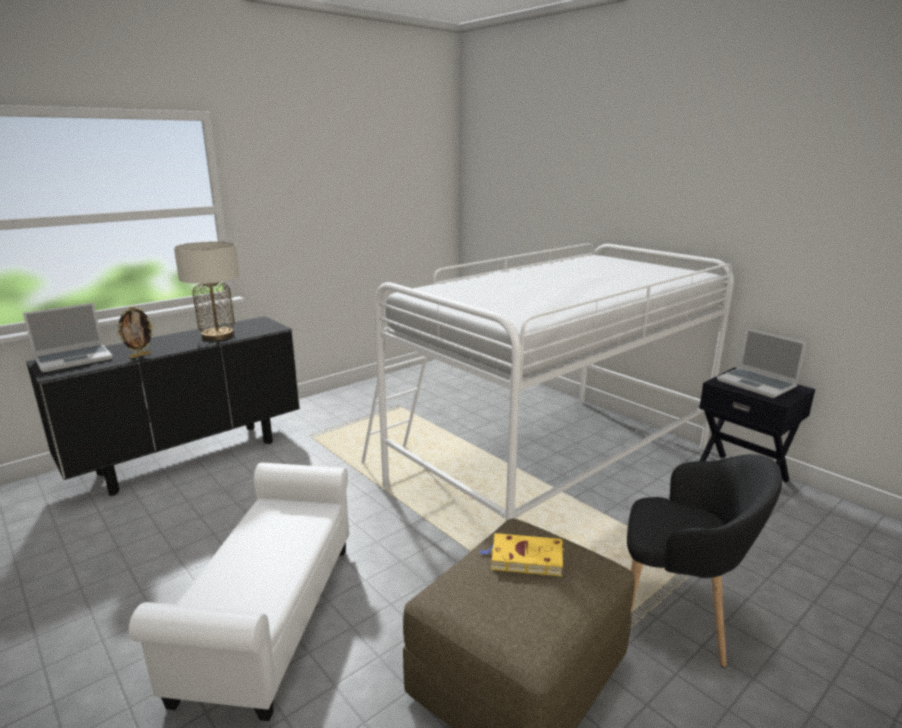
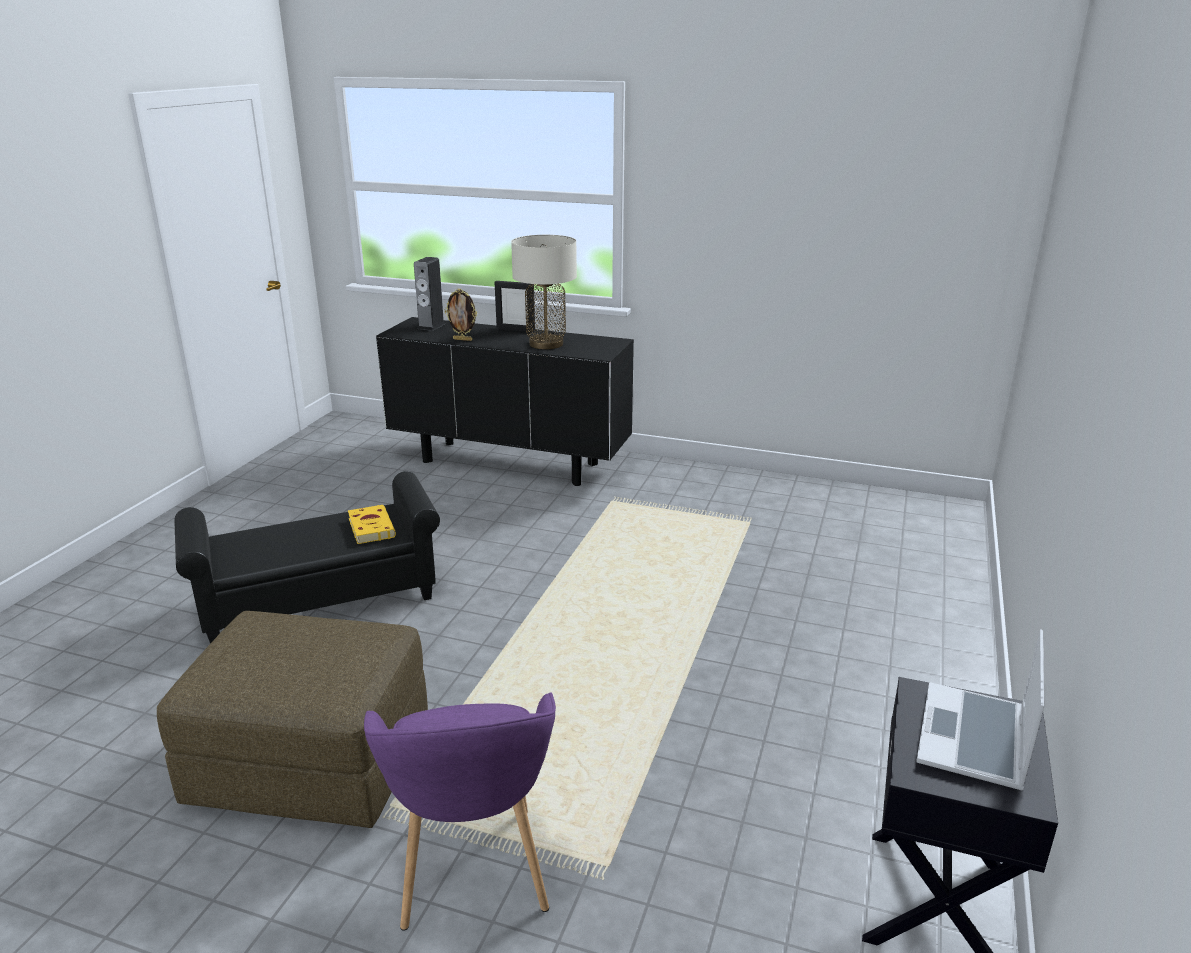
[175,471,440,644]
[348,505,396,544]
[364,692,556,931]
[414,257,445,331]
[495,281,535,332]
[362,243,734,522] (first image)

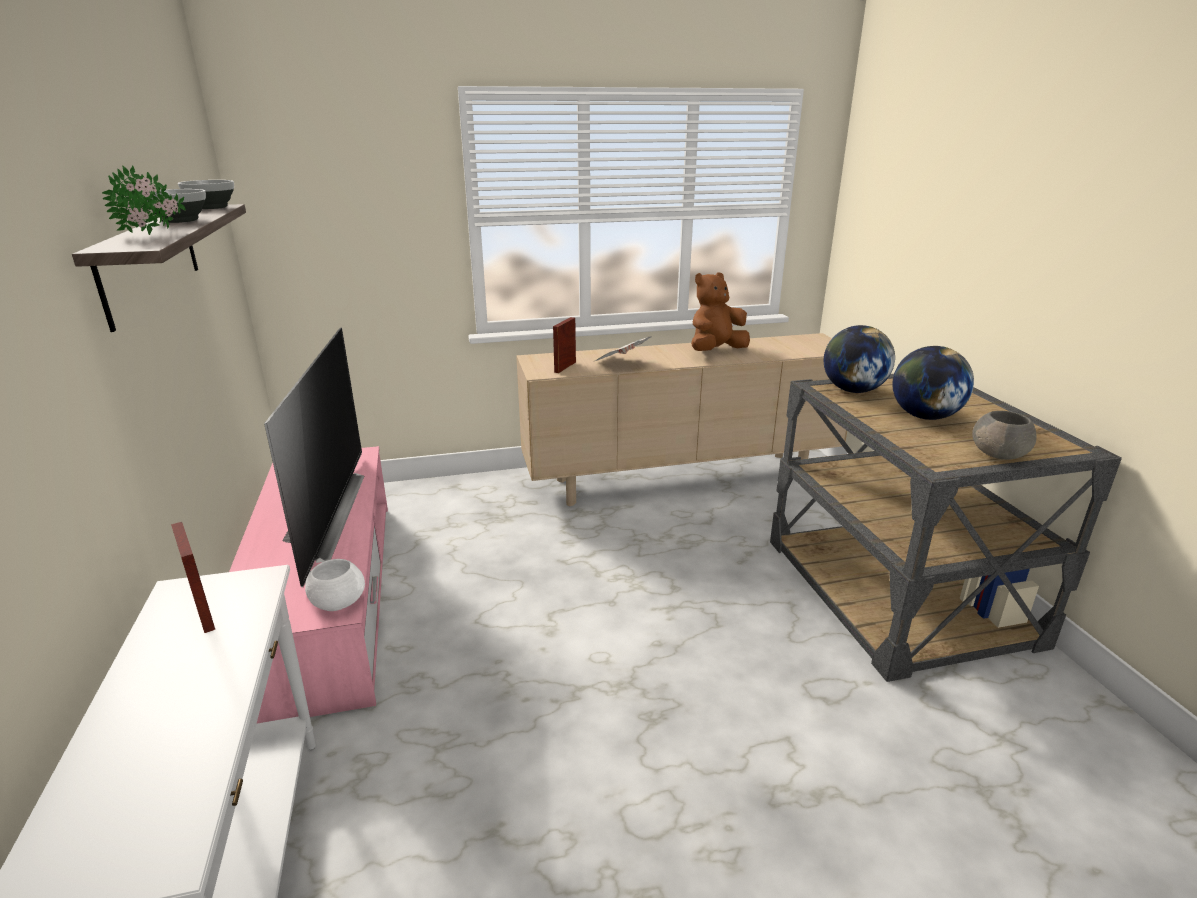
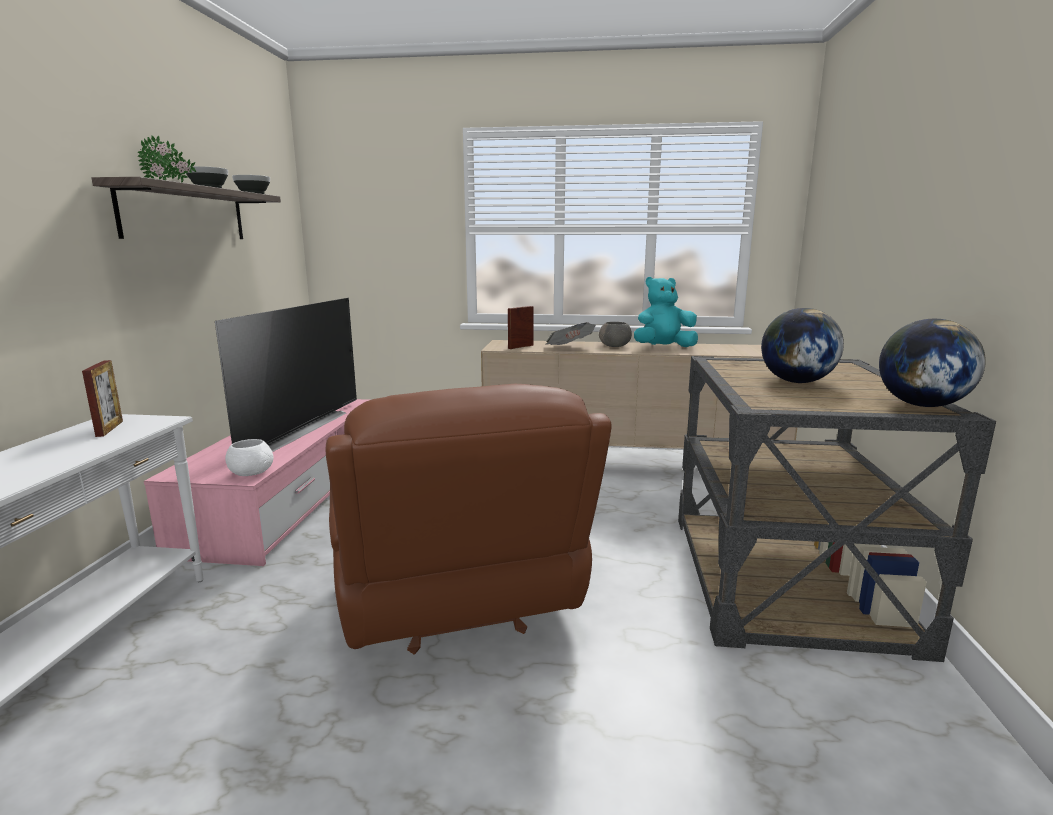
[325,384,612,654]
[599,322,632,347]
[634,277,698,347]
[879,319,986,407]

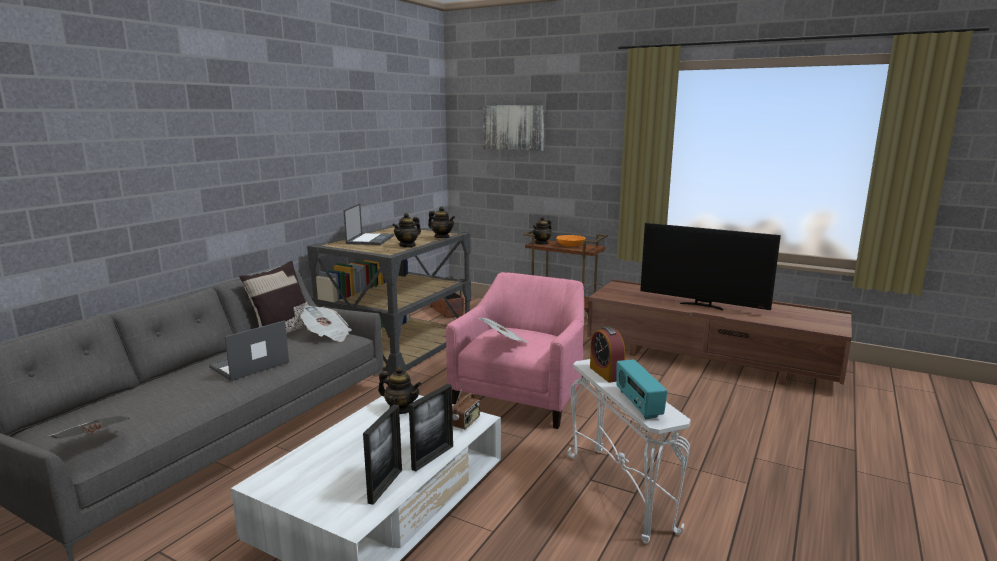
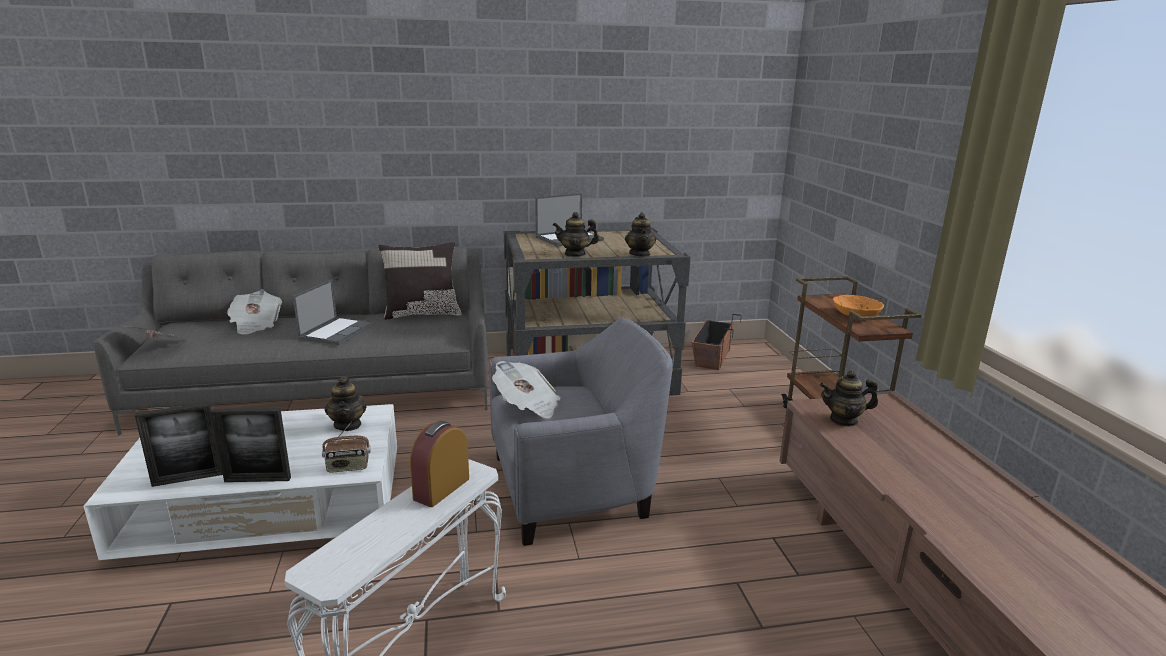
[227,289,282,335]
[293,279,375,345]
[489,317,673,546]
[820,370,878,427]
[483,105,544,151] (first image)
[616,359,668,419] (first image)
[640,223,781,311] (first image)

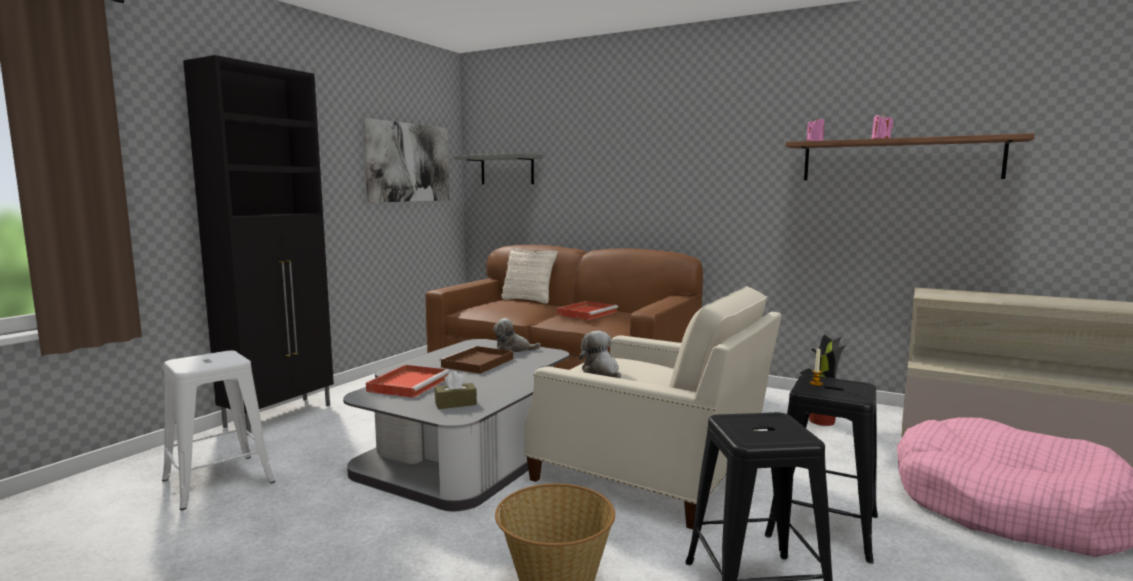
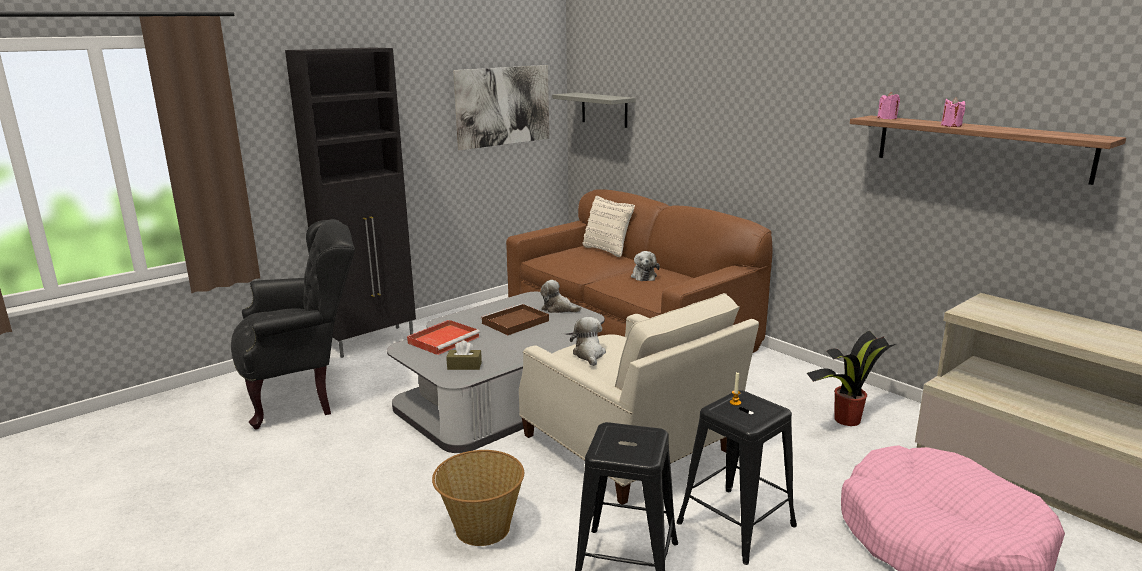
[231,219,355,430]
[631,251,660,281]

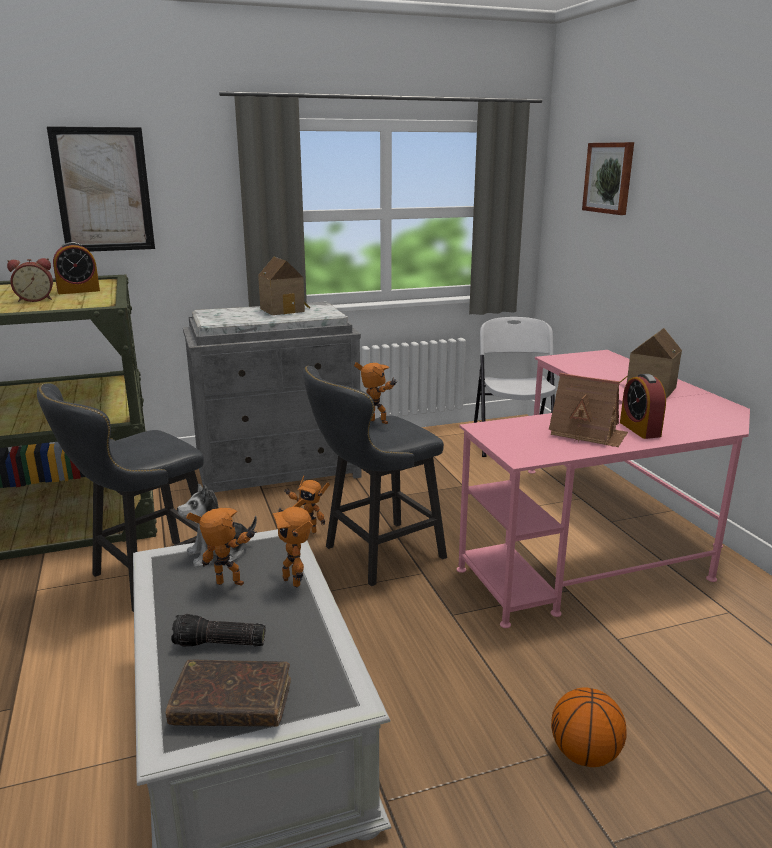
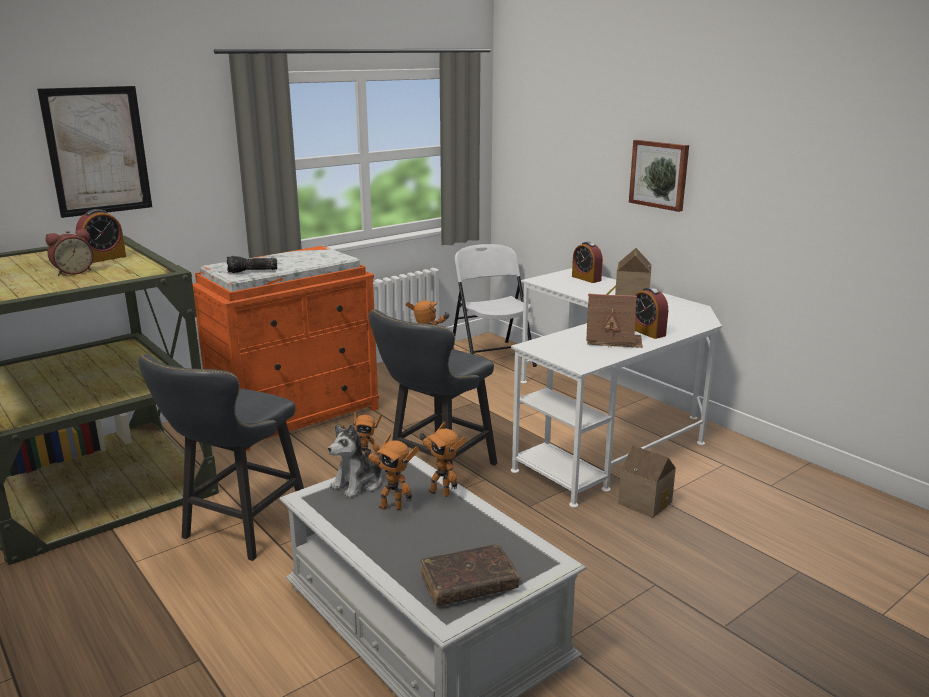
[193,246,379,451]
[227,256,277,273]
[363,433,420,510]
[511,268,722,508]
[572,242,603,283]
[618,445,676,518]
[629,140,689,212]
[551,688,627,767] (first image)

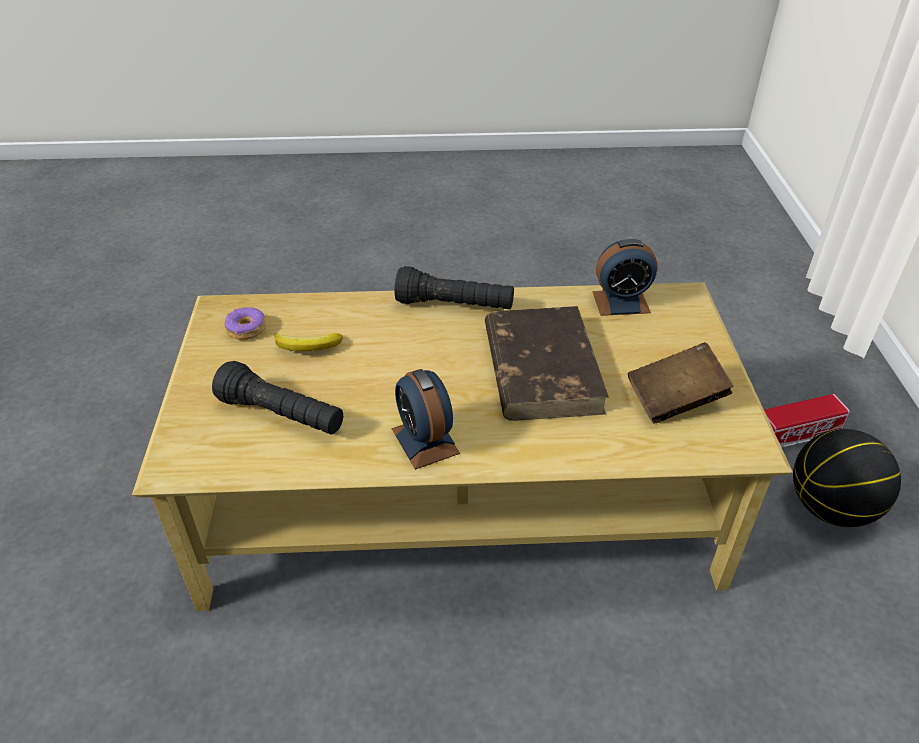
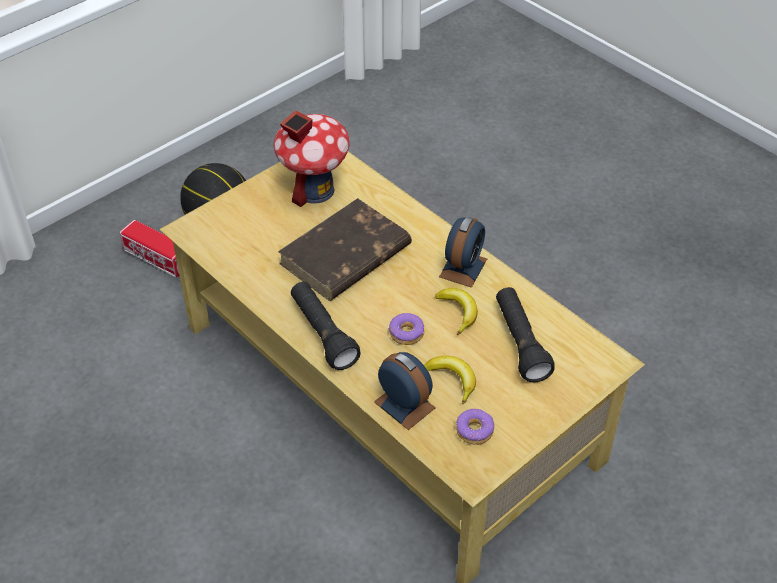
[274,110,350,207]
[374,352,436,430]
[389,313,425,345]
[435,288,478,335]

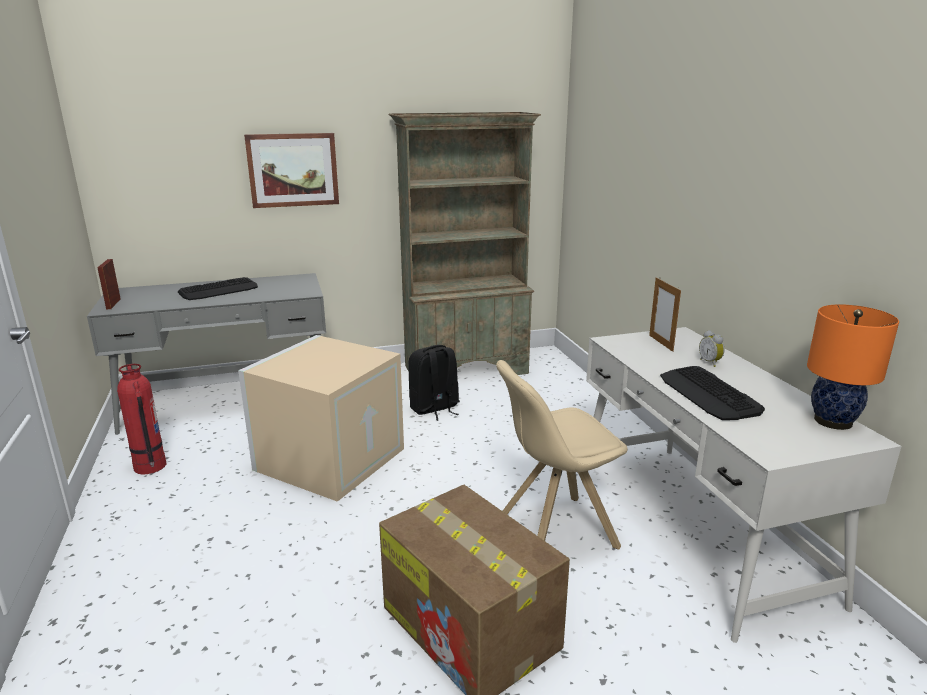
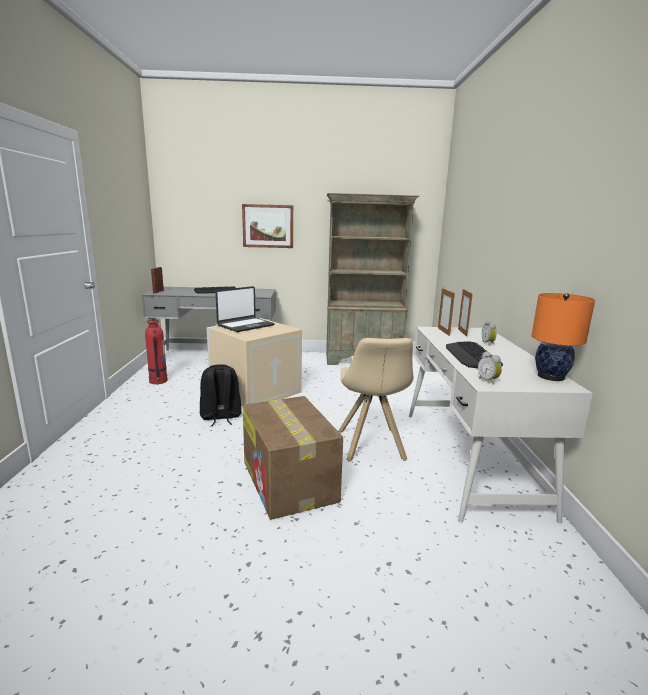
[200,364,242,426]
[215,286,275,332]
[338,338,413,462]
[438,287,455,336]
[478,351,502,385]

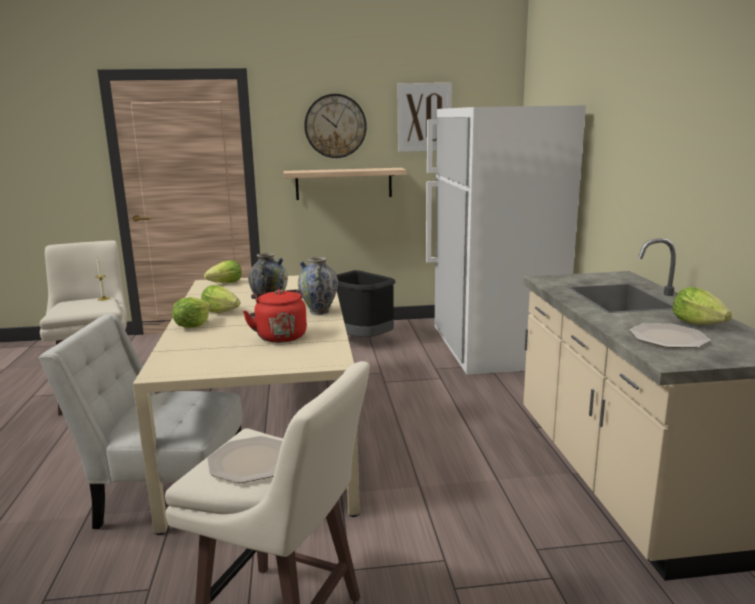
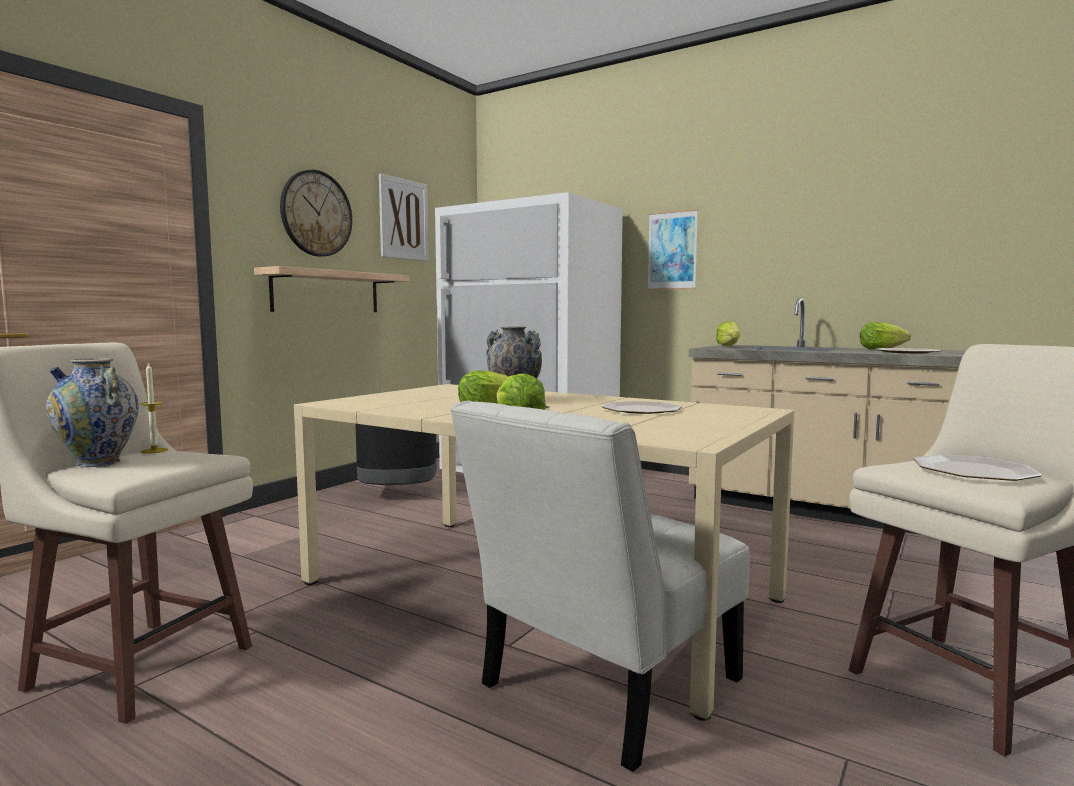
[46,358,139,468]
[602,401,682,414]
[647,209,698,290]
[716,321,741,346]

